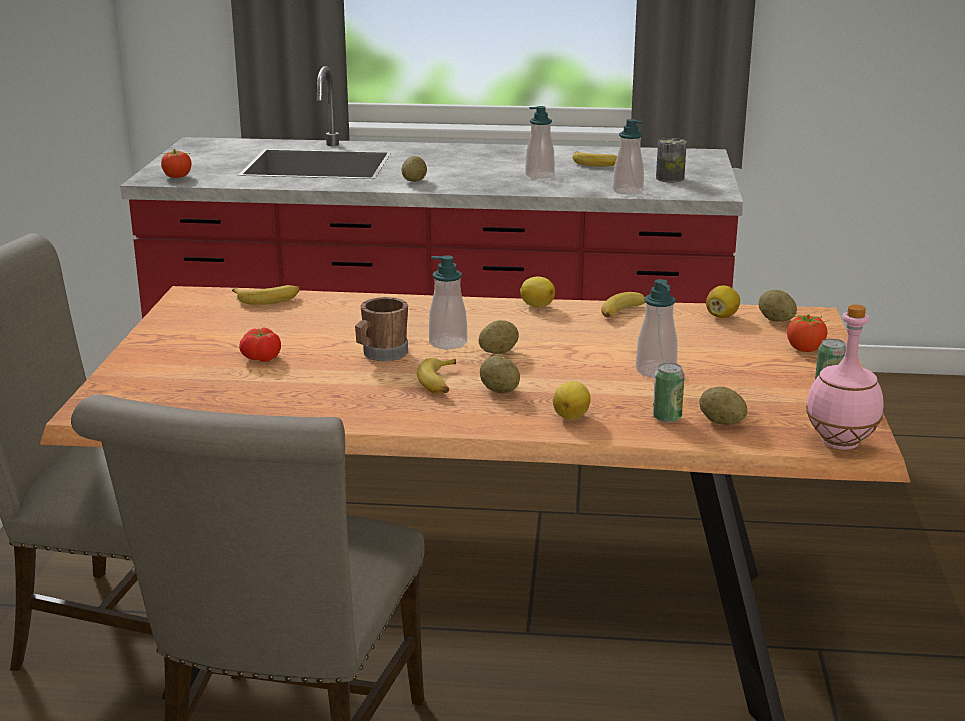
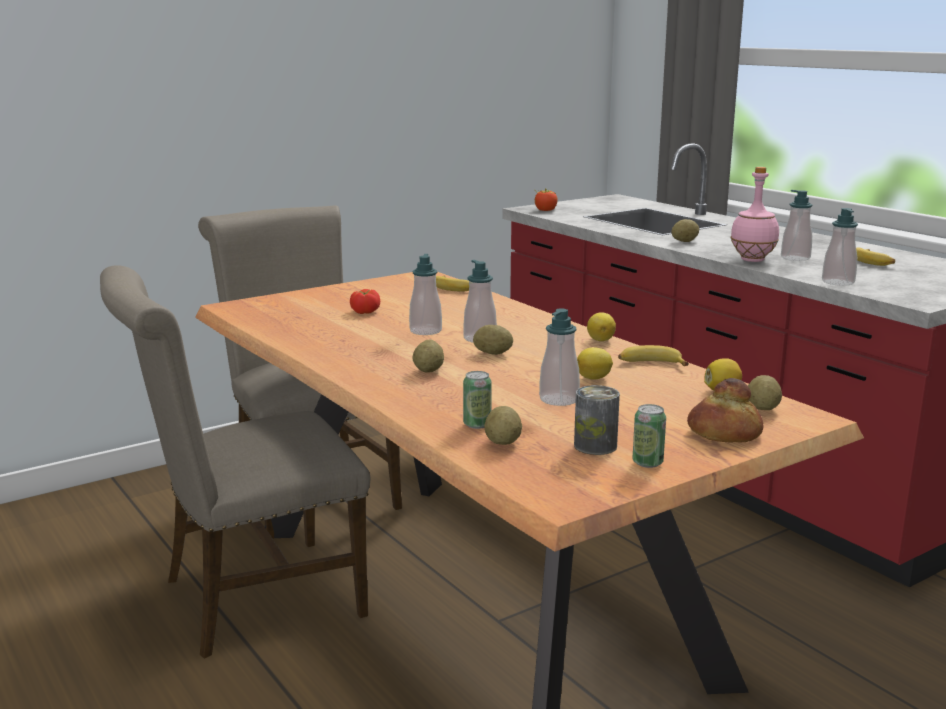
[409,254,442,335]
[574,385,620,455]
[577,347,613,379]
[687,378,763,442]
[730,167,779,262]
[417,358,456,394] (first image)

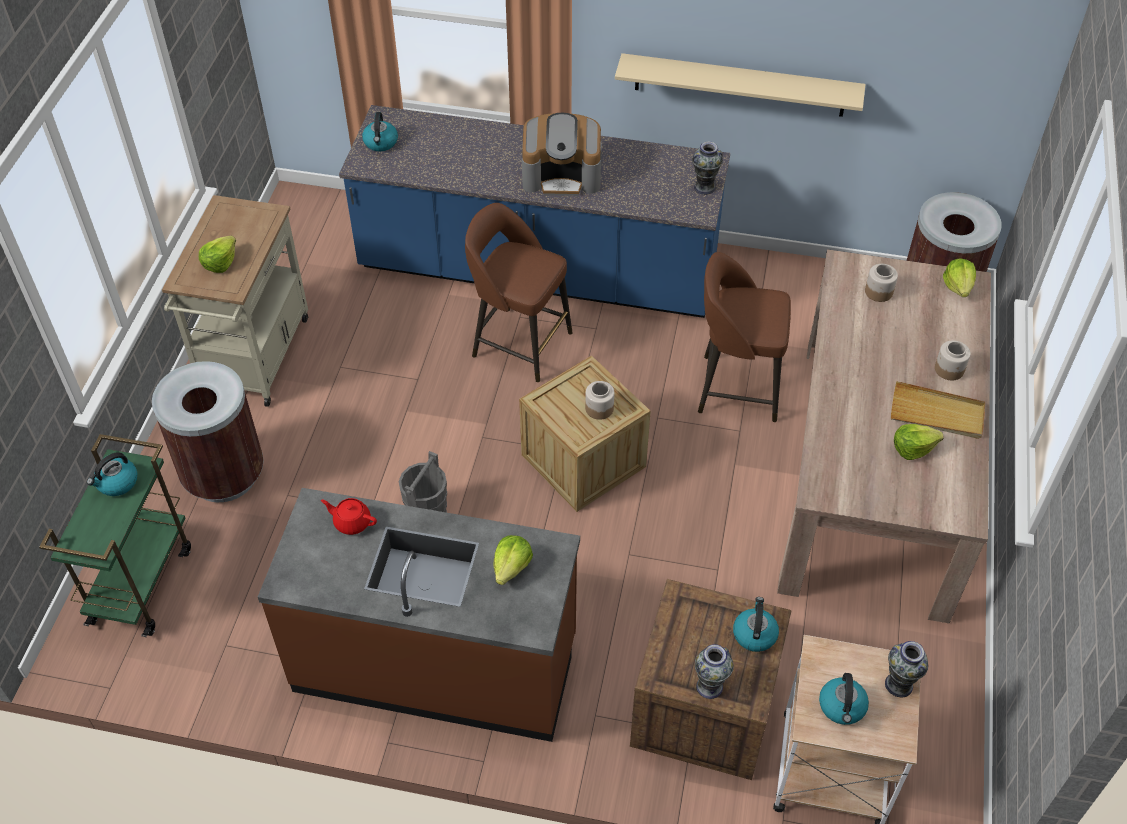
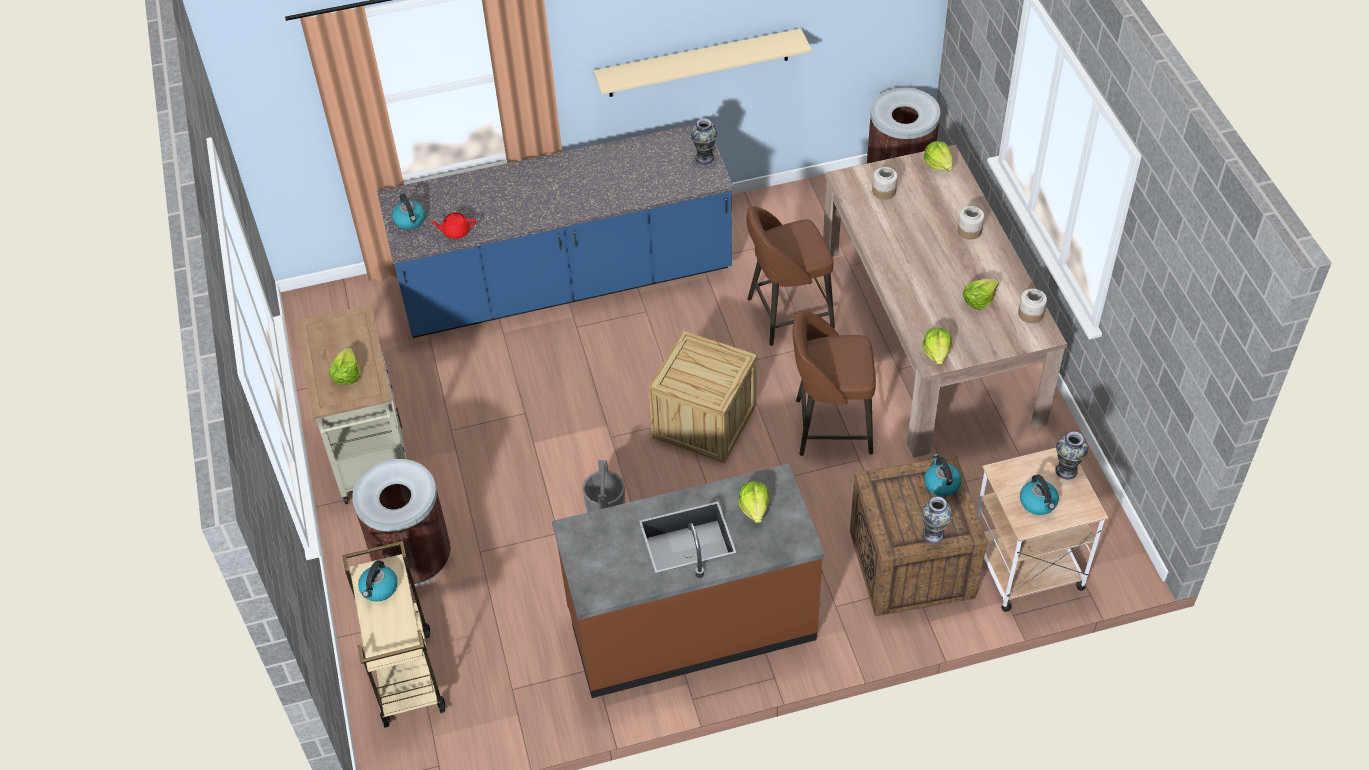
[342,541,446,728]
[431,213,476,239]
[792,310,876,456]
[922,328,952,365]
[1018,289,1047,323]
[522,112,602,196] (first image)
[891,381,985,439] (first image)

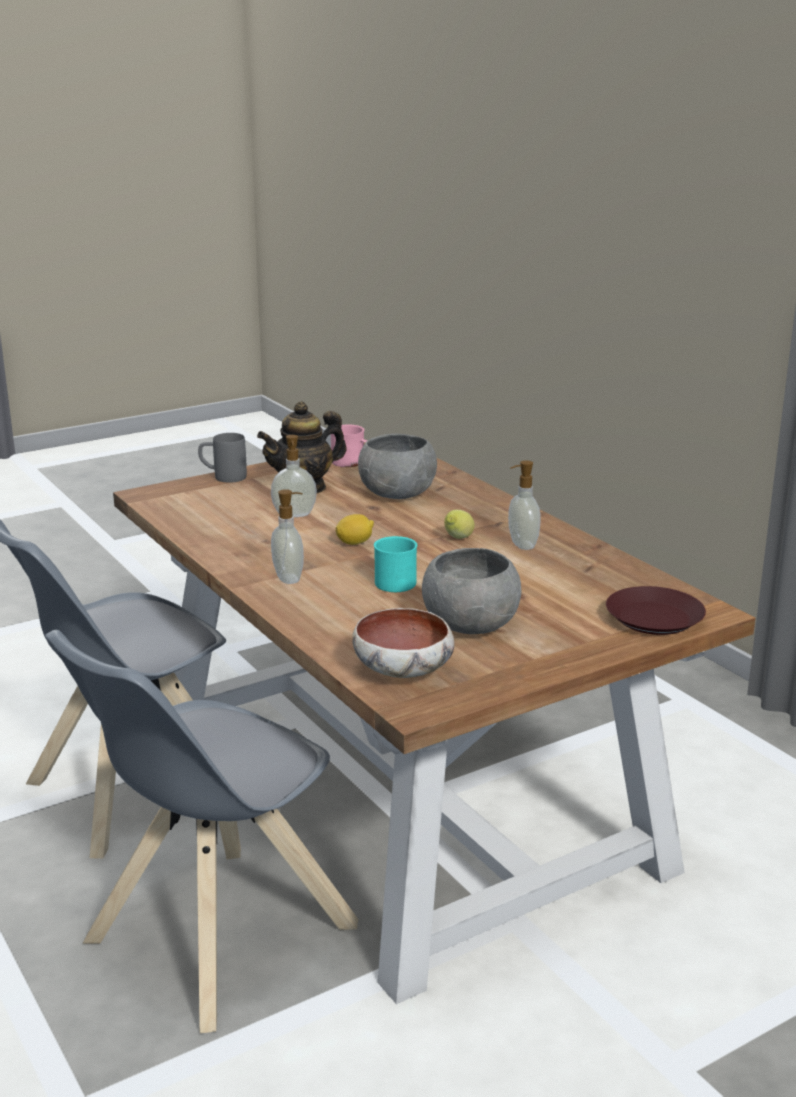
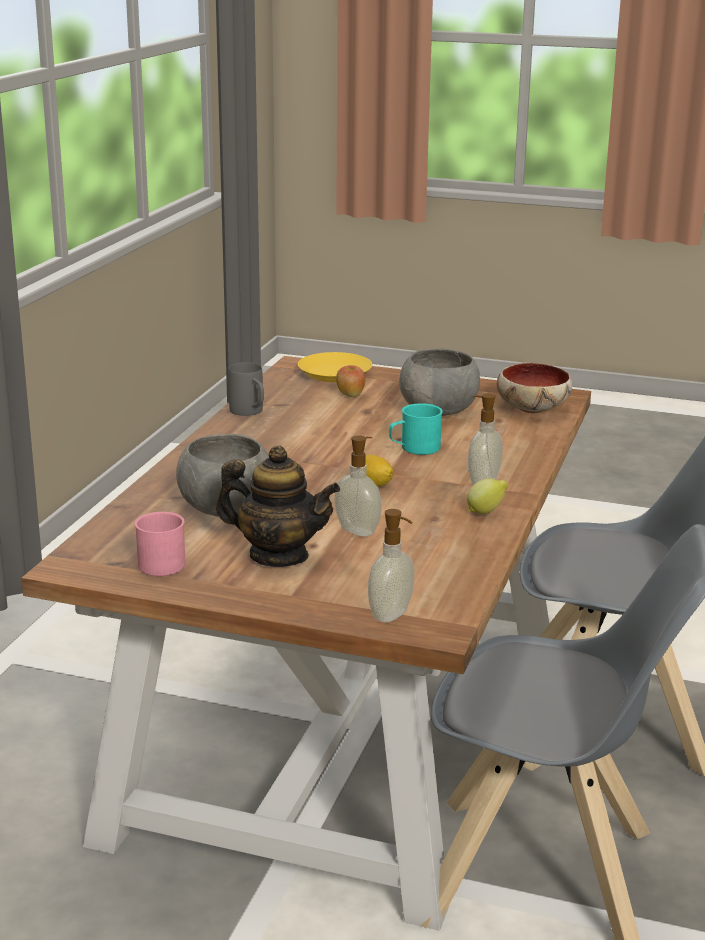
[228,363,264,416]
[298,352,372,382]
[336,365,366,397]
[368,509,414,622]
[467,479,508,514]

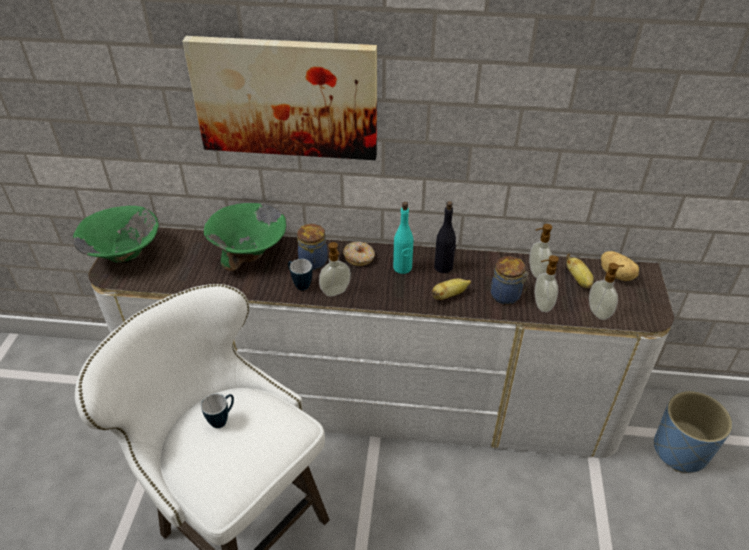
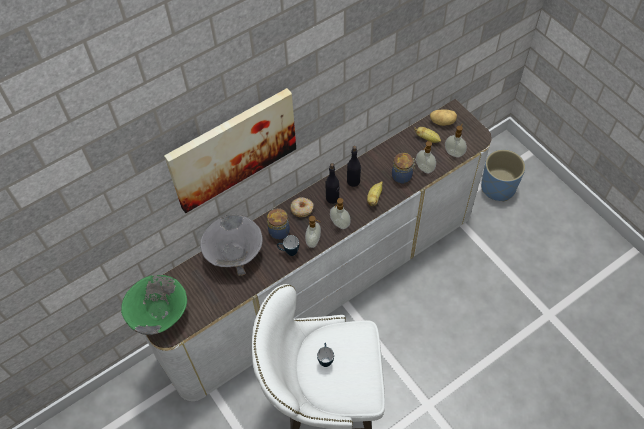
[200,215,263,276]
[325,163,340,204]
[330,198,351,229]

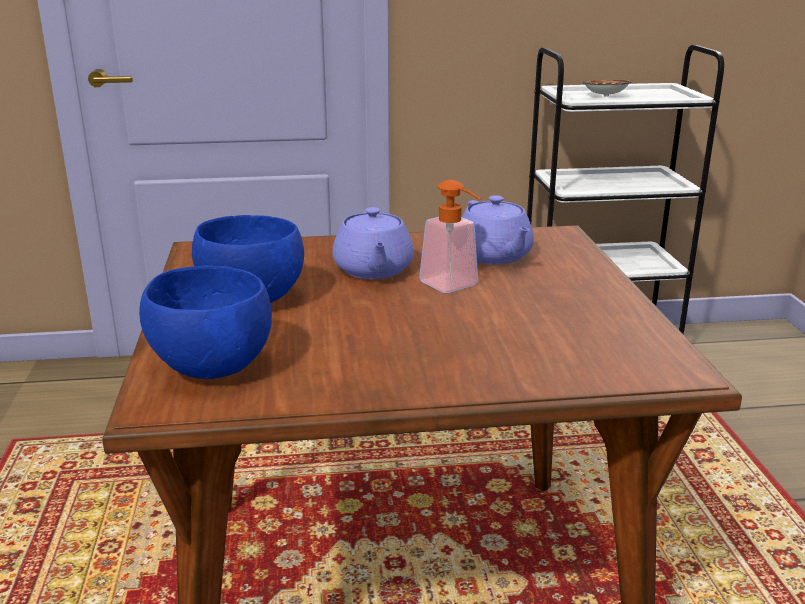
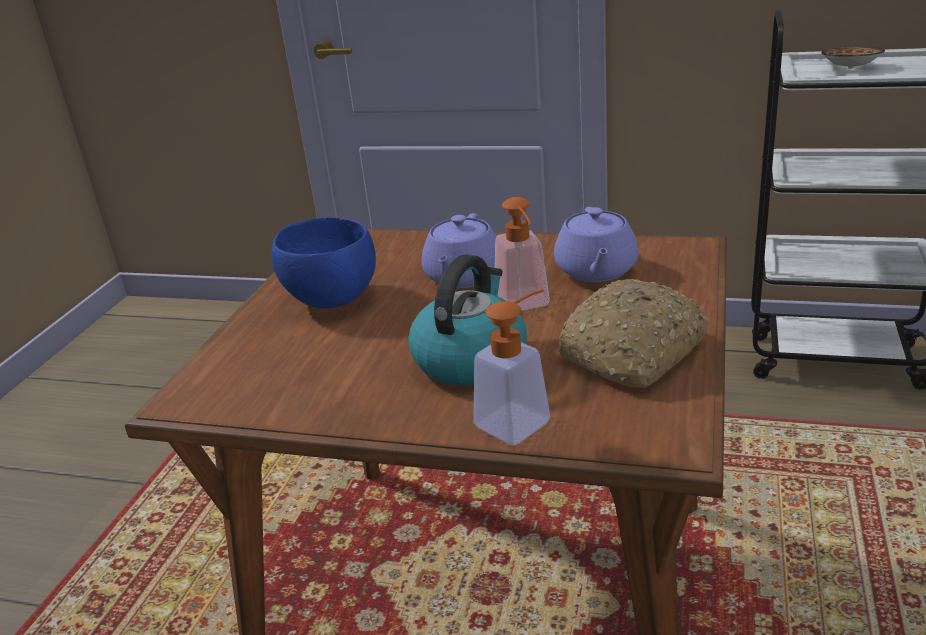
[408,255,527,386]
[473,289,550,445]
[558,279,709,388]
[139,265,272,379] (first image)

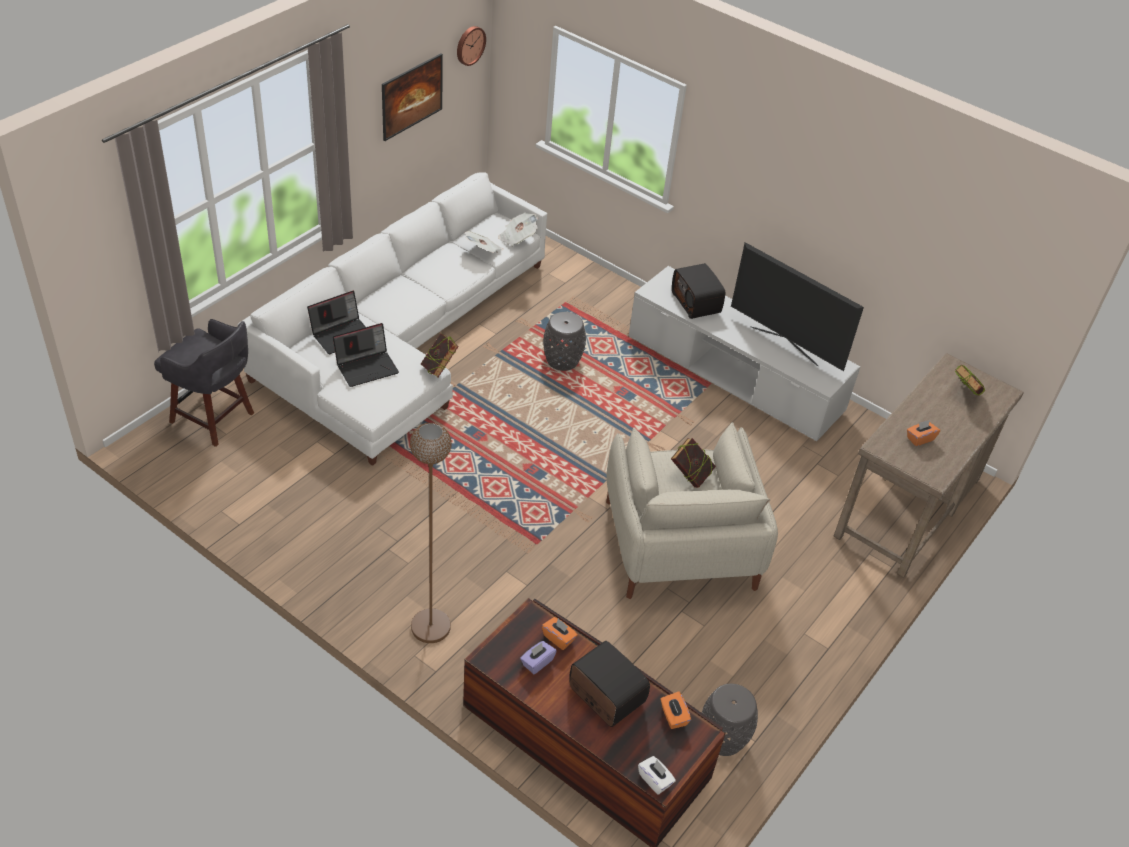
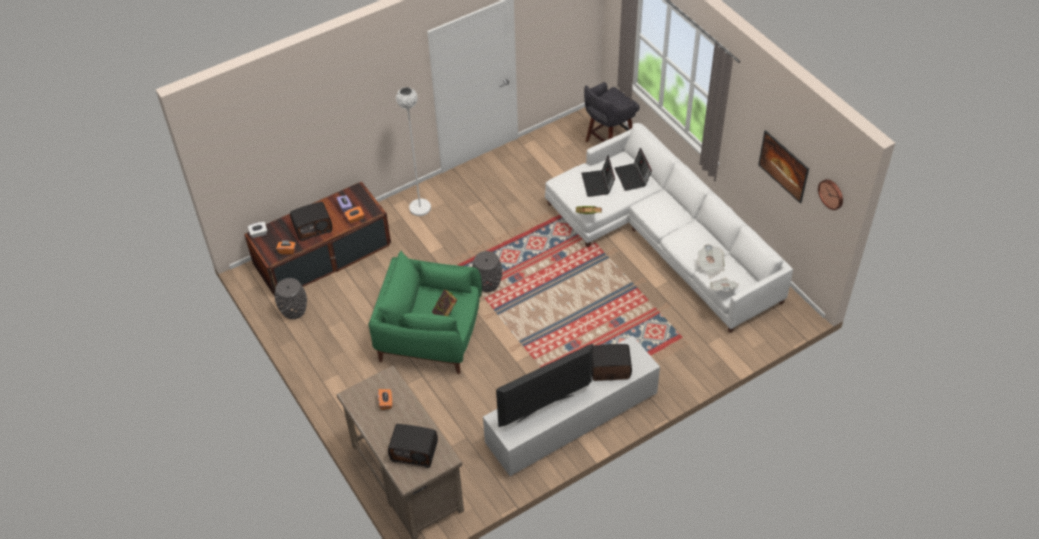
[368,251,482,374]
[388,424,438,468]
[396,87,431,216]
[472,251,502,292]

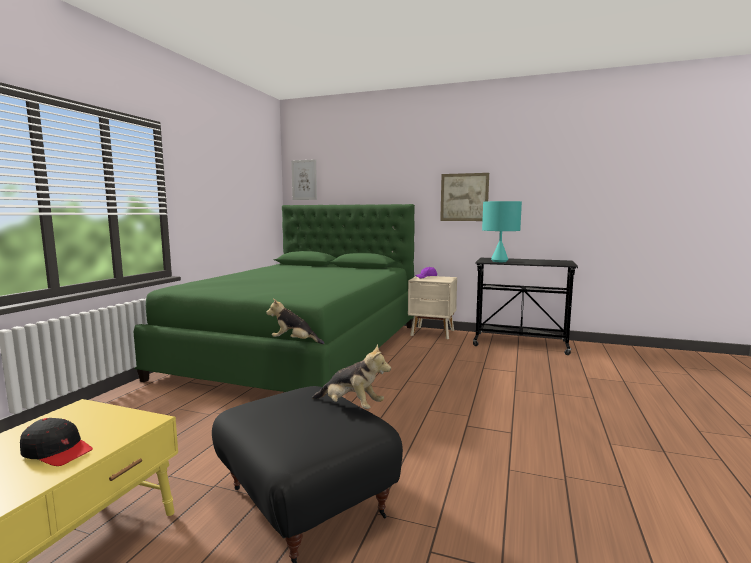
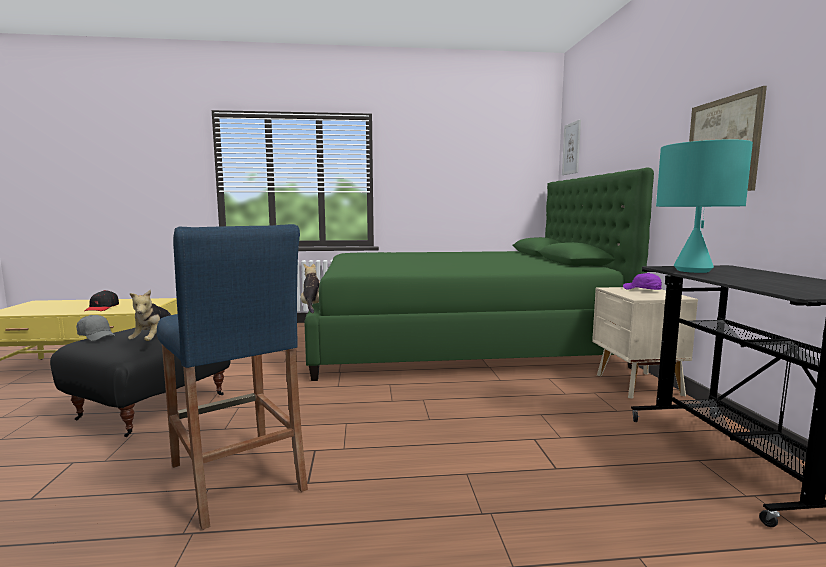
[76,315,116,341]
[157,224,308,530]

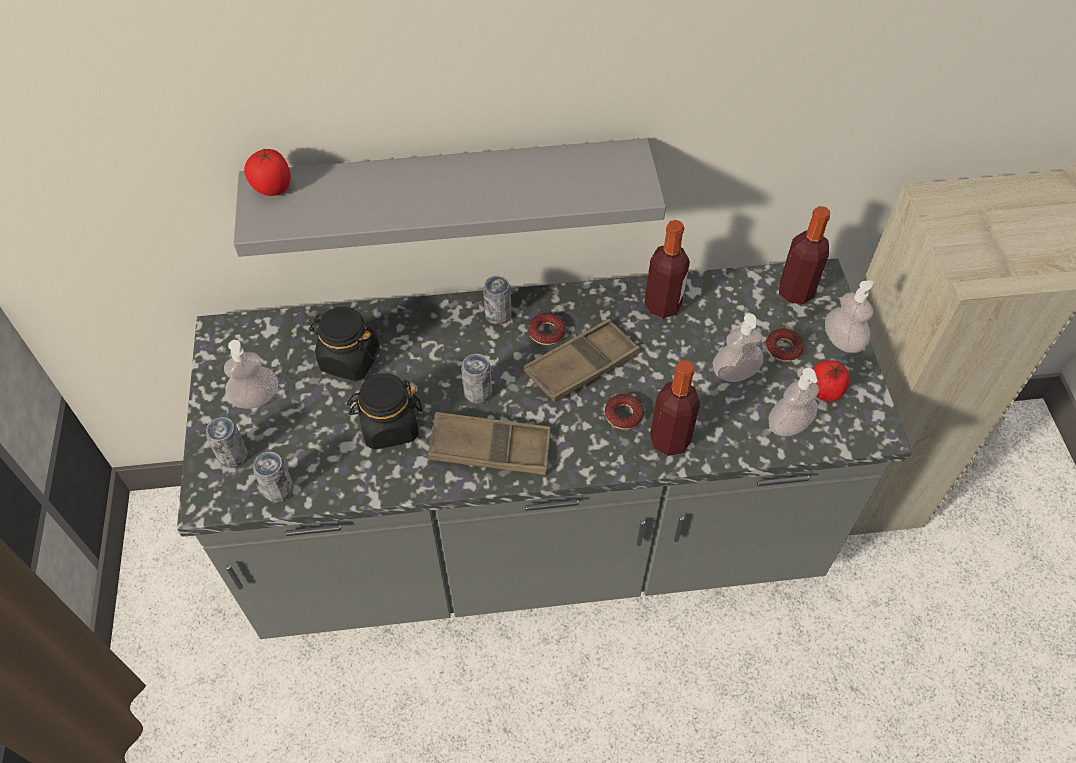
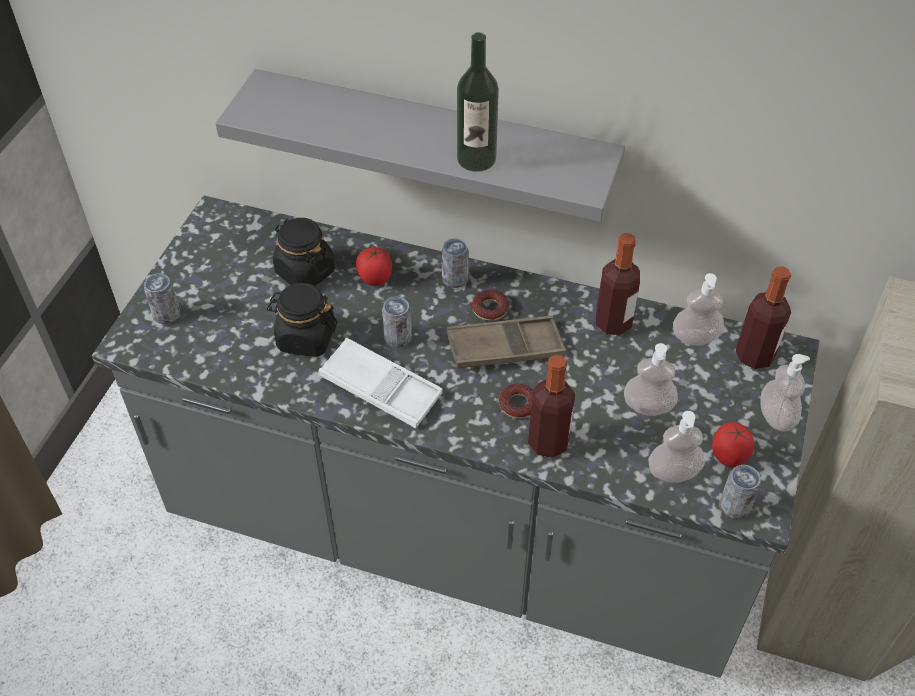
[319,338,443,429]
[356,247,392,286]
[457,32,499,172]
[673,273,724,346]
[720,465,761,519]
[766,329,804,362] (first image)

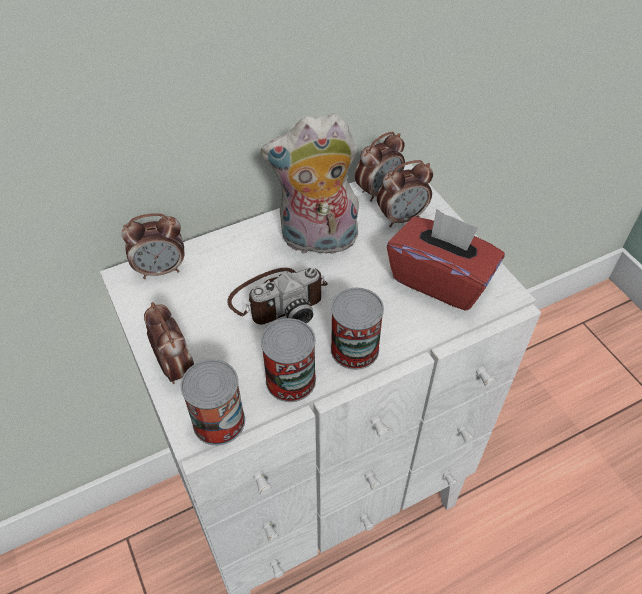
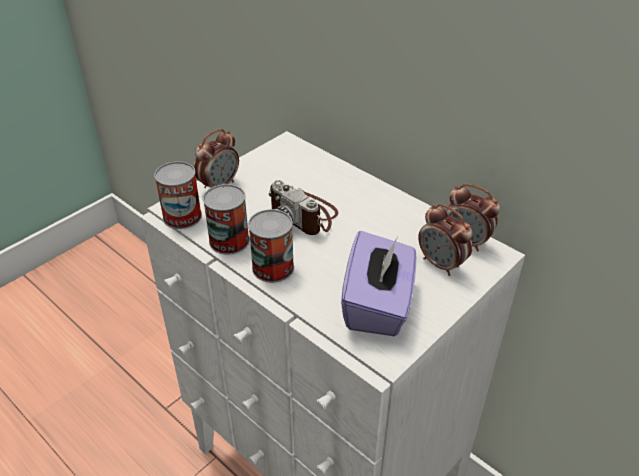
[341,231,417,336]
[122,213,184,279] (first image)
[261,113,359,259] (first image)

